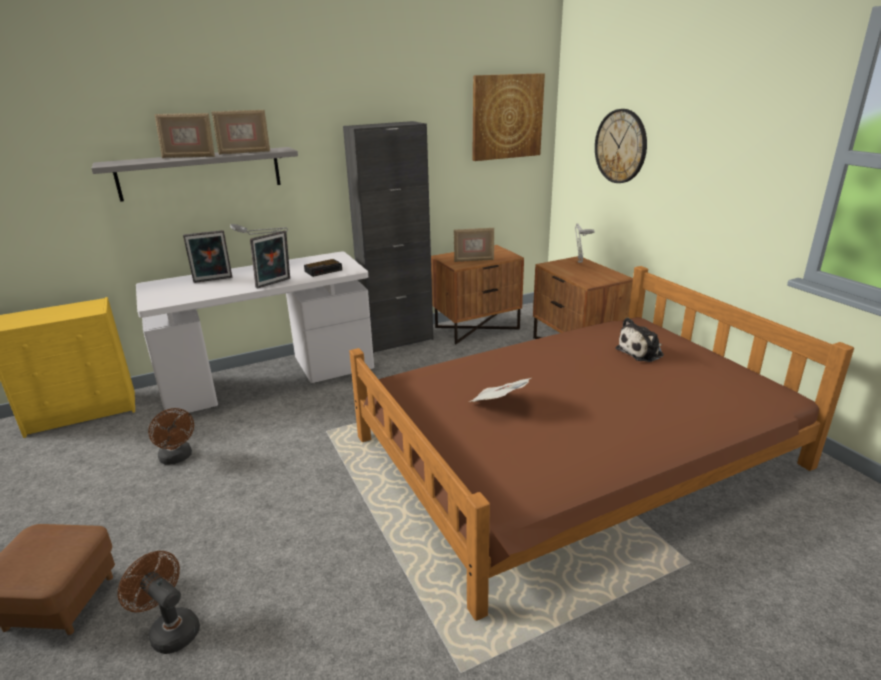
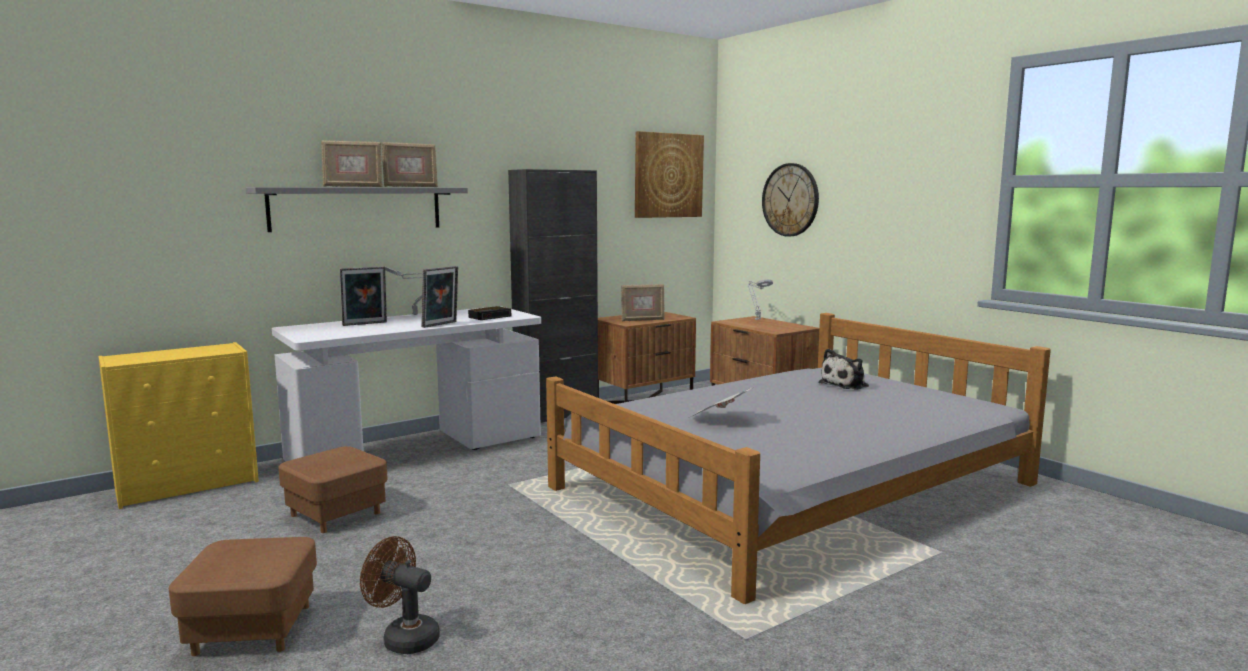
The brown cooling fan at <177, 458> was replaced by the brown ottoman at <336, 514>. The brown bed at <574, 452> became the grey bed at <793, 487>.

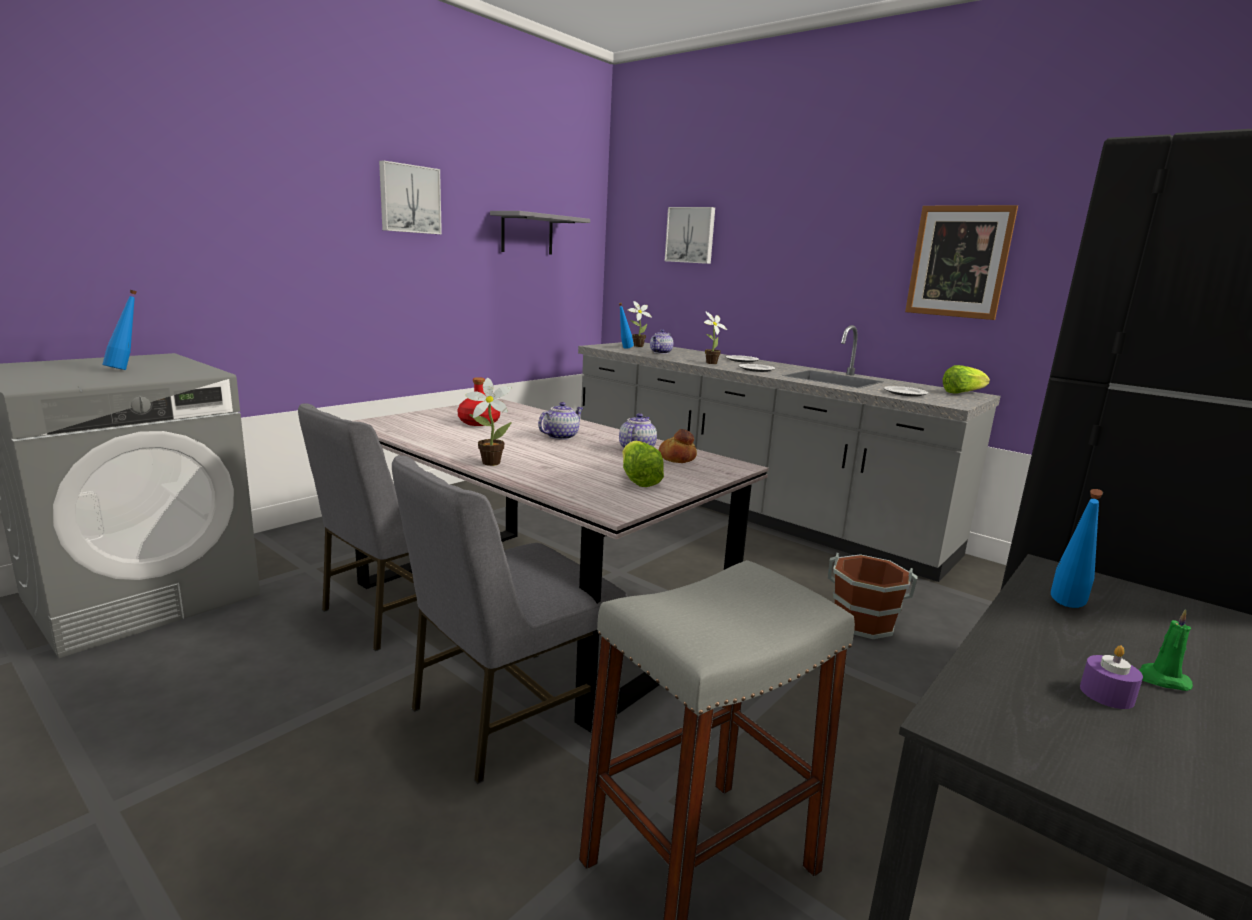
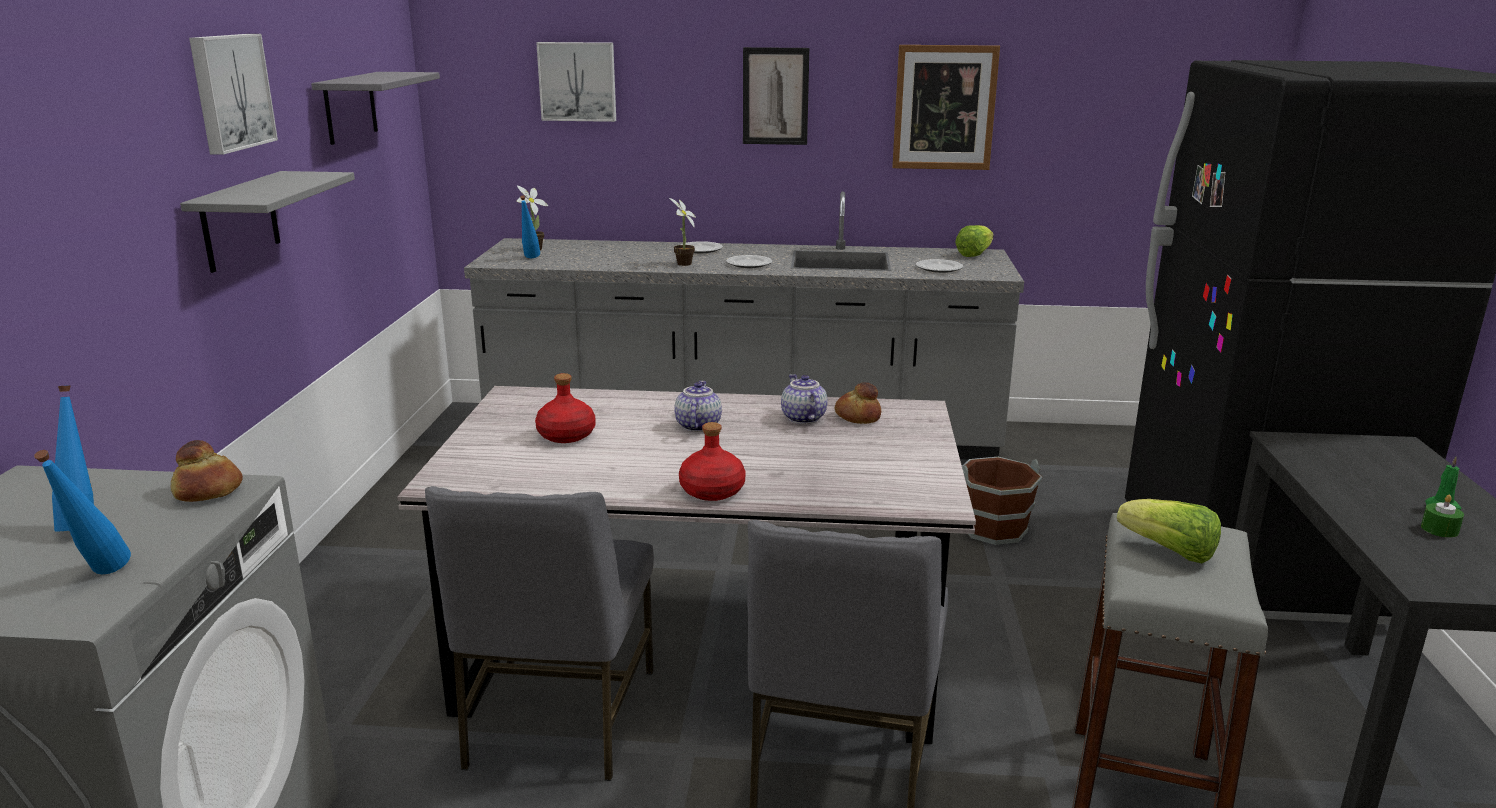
The potted plant at <488, 462> was replaced by the reddish drink bottle at <712, 490>. The head of lettuce moved from <638, 480> to <1169, 552>. The tea pot at <661, 352> disappeared. The blue drink bottle moved from <1066, 608> to <99, 577>. The purple candle at <1106, 694> became the greenish candle at <1439, 529>. The bread at <208, 491> appeared. The grey bracket shelf at <240, 221> appeared. The wall picture at <775, 96> appeared.

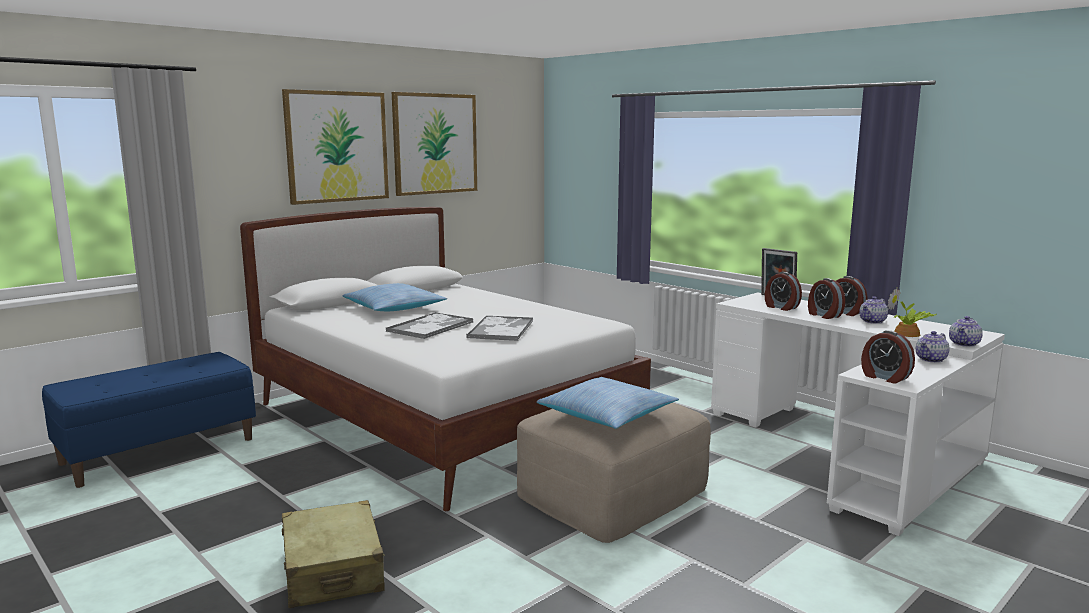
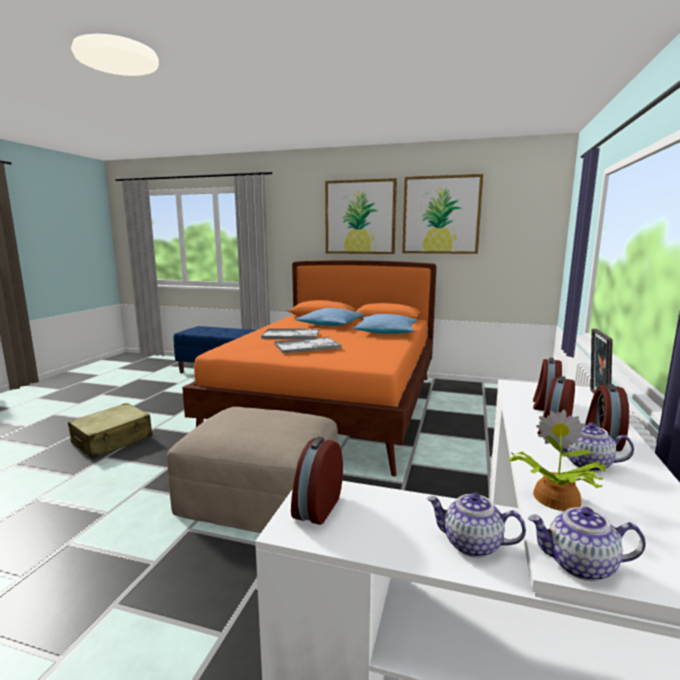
The whitish bed at <443, 417> became the orange bed at <334, 406>. The cushion moved from <607, 415> to <386, 332>.

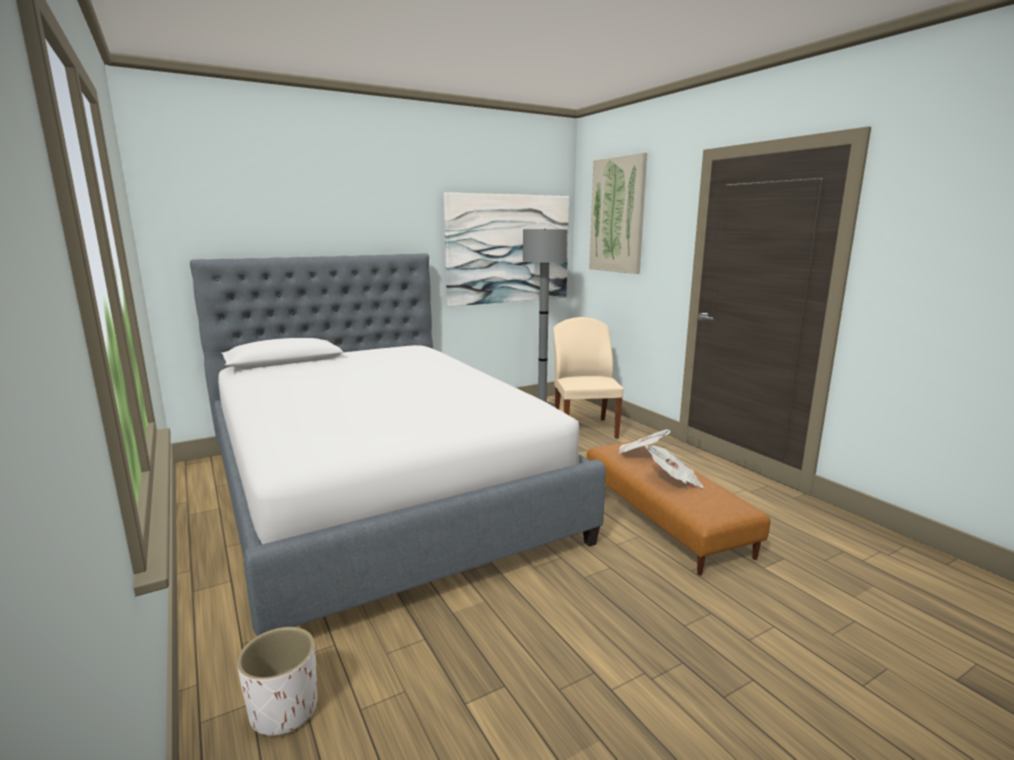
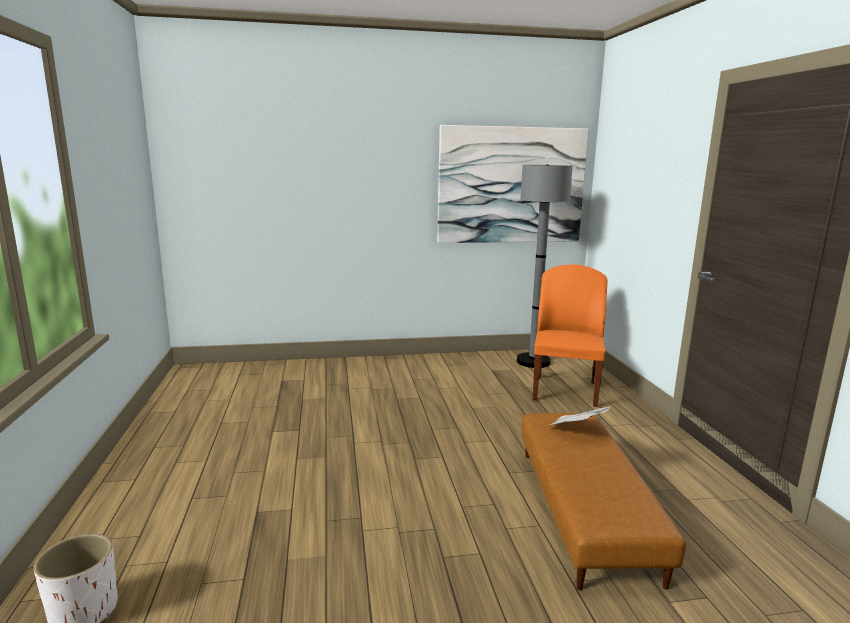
The bed at <379, 493> disappeared. The sand-coloured chair at <584, 429> became the orange chair at <565, 390>. The wall picture at <617, 215> disappeared. The printed paper at <673, 480> disappeared.

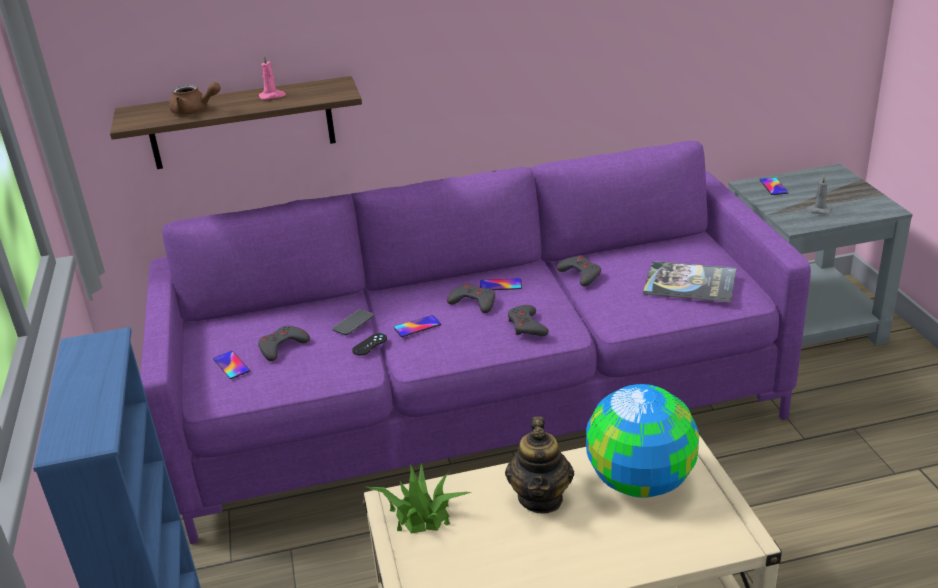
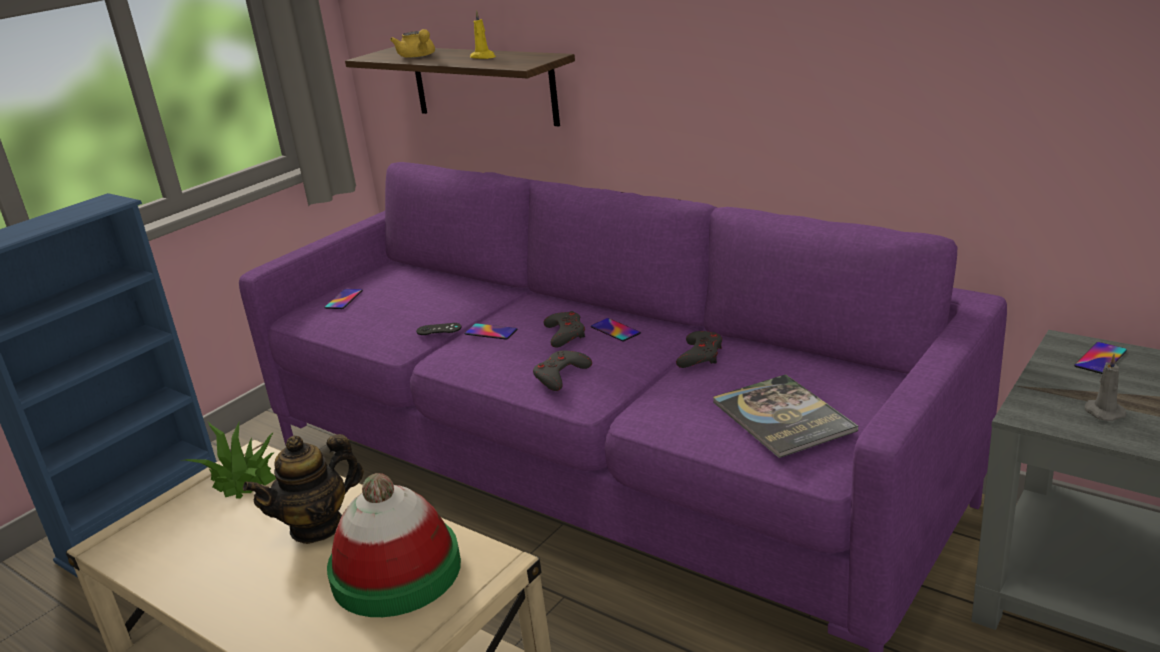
The brown tea pot at <194, 111> became the yellow tea pot at <418, 57>. The grey game controller at <282, 347> disappeared. The pink-coloured candle at <272, 96> became the yellow candle at <483, 57>. The telephone at <353, 323> disappeared. The desk globe at <640, 481> was replaced by the clothing hat at <396, 571>.

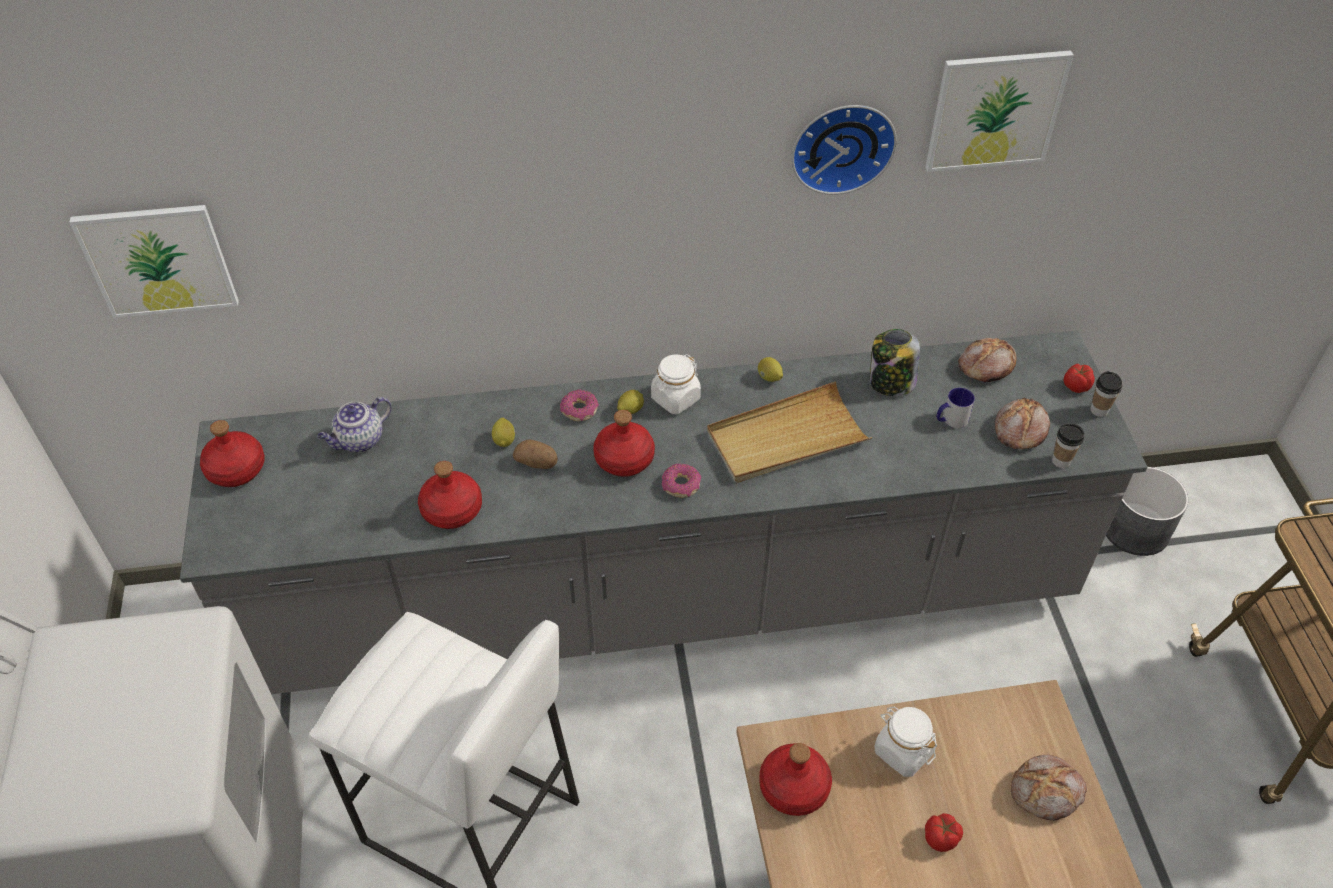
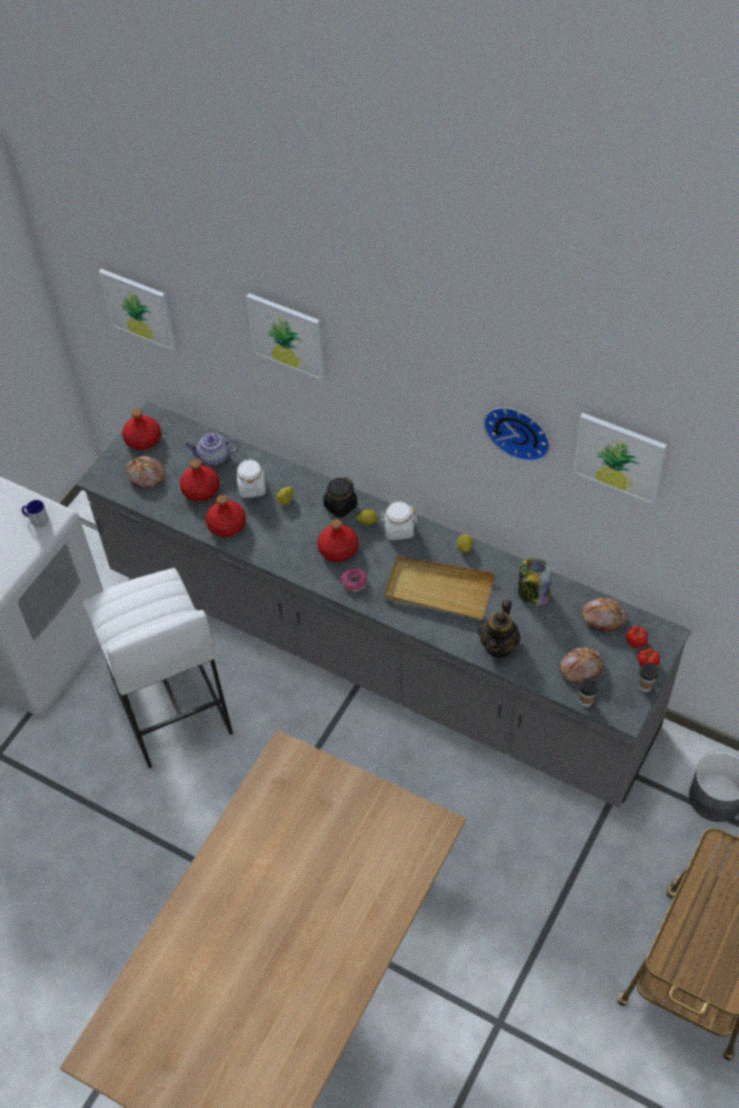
The whole potato at <537, 463> disappeared. The ring doughnut at <579, 410> was replaced by the black storage jar at <340, 506>. The reddish drink bottle moved from <793, 787> to <200, 489>. The whitish storage jar moved from <903, 751> to <251, 487>. The fresh tomato moved from <941, 838> to <636, 641>. The coffee mug moved from <951, 420> to <36, 519>. The bread moved from <1046, 793> to <146, 476>. The wall picture at <287, 335> appeared. The tea pot at <498, 645> appeared.

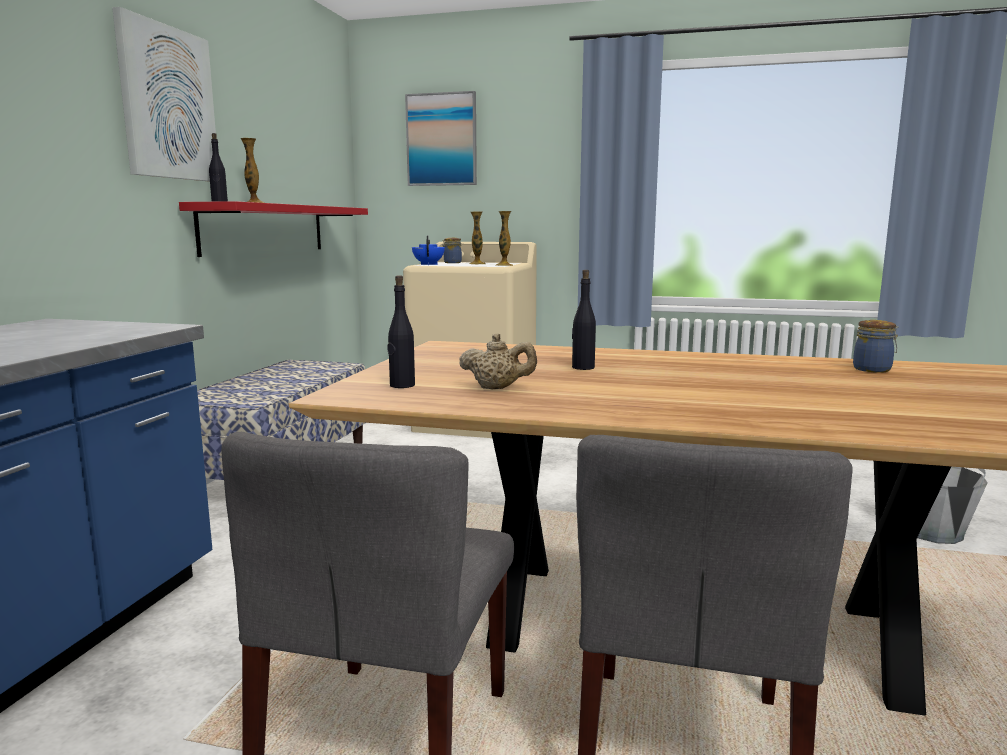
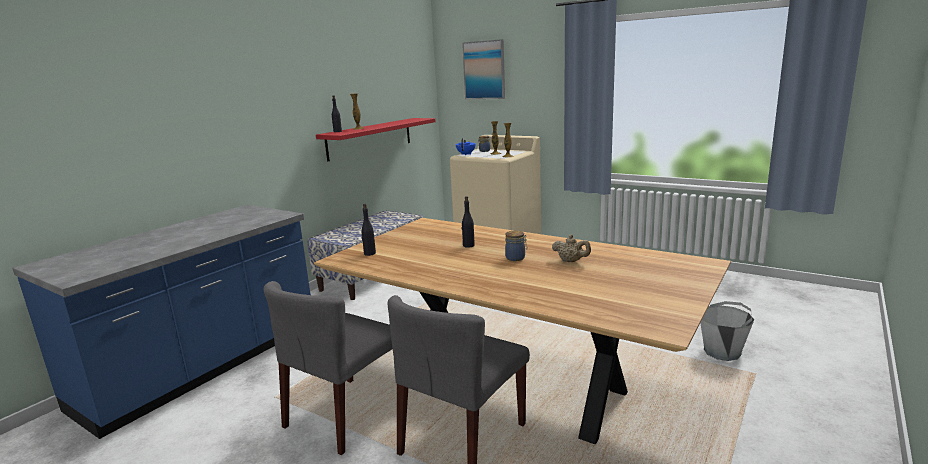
The wall picture at <167, 103> disappeared. The sand-coloured tea pot moved from <497, 388> to <571, 261>. The storage jar moved from <873, 369> to <516, 258>.

